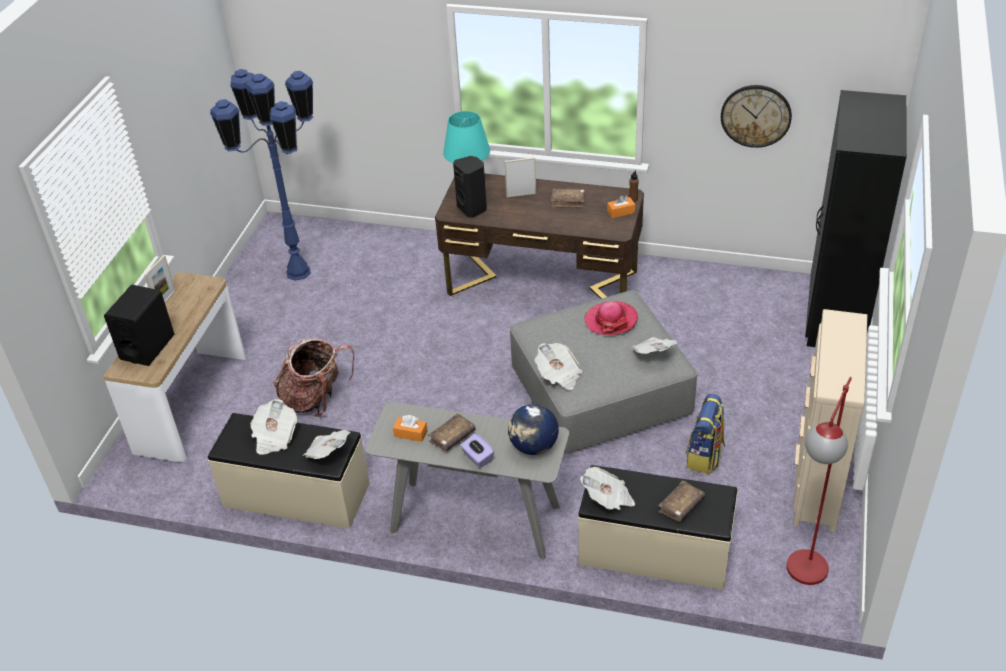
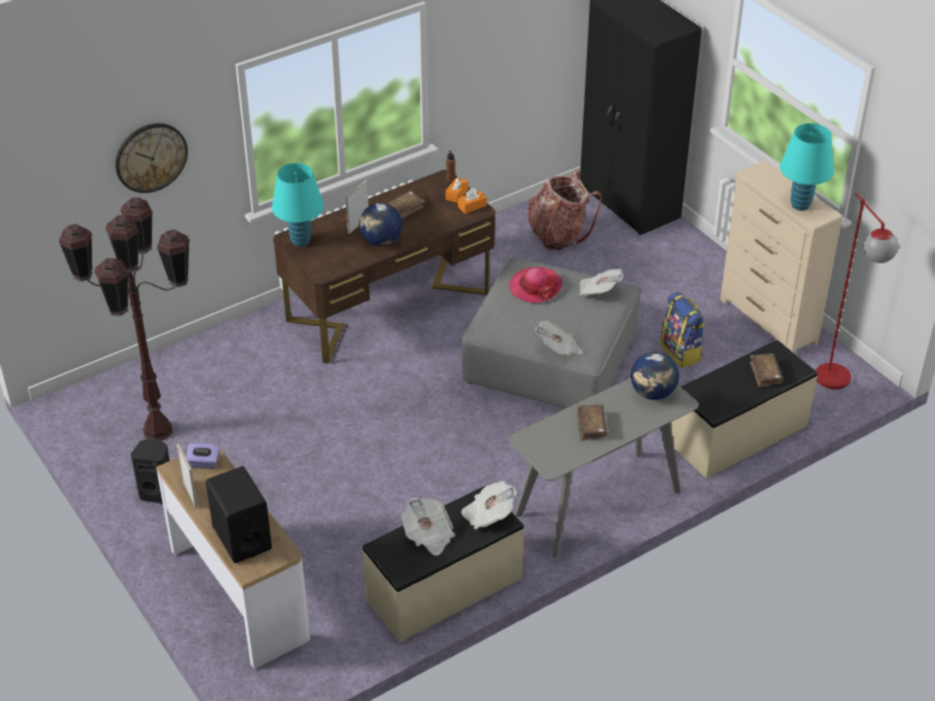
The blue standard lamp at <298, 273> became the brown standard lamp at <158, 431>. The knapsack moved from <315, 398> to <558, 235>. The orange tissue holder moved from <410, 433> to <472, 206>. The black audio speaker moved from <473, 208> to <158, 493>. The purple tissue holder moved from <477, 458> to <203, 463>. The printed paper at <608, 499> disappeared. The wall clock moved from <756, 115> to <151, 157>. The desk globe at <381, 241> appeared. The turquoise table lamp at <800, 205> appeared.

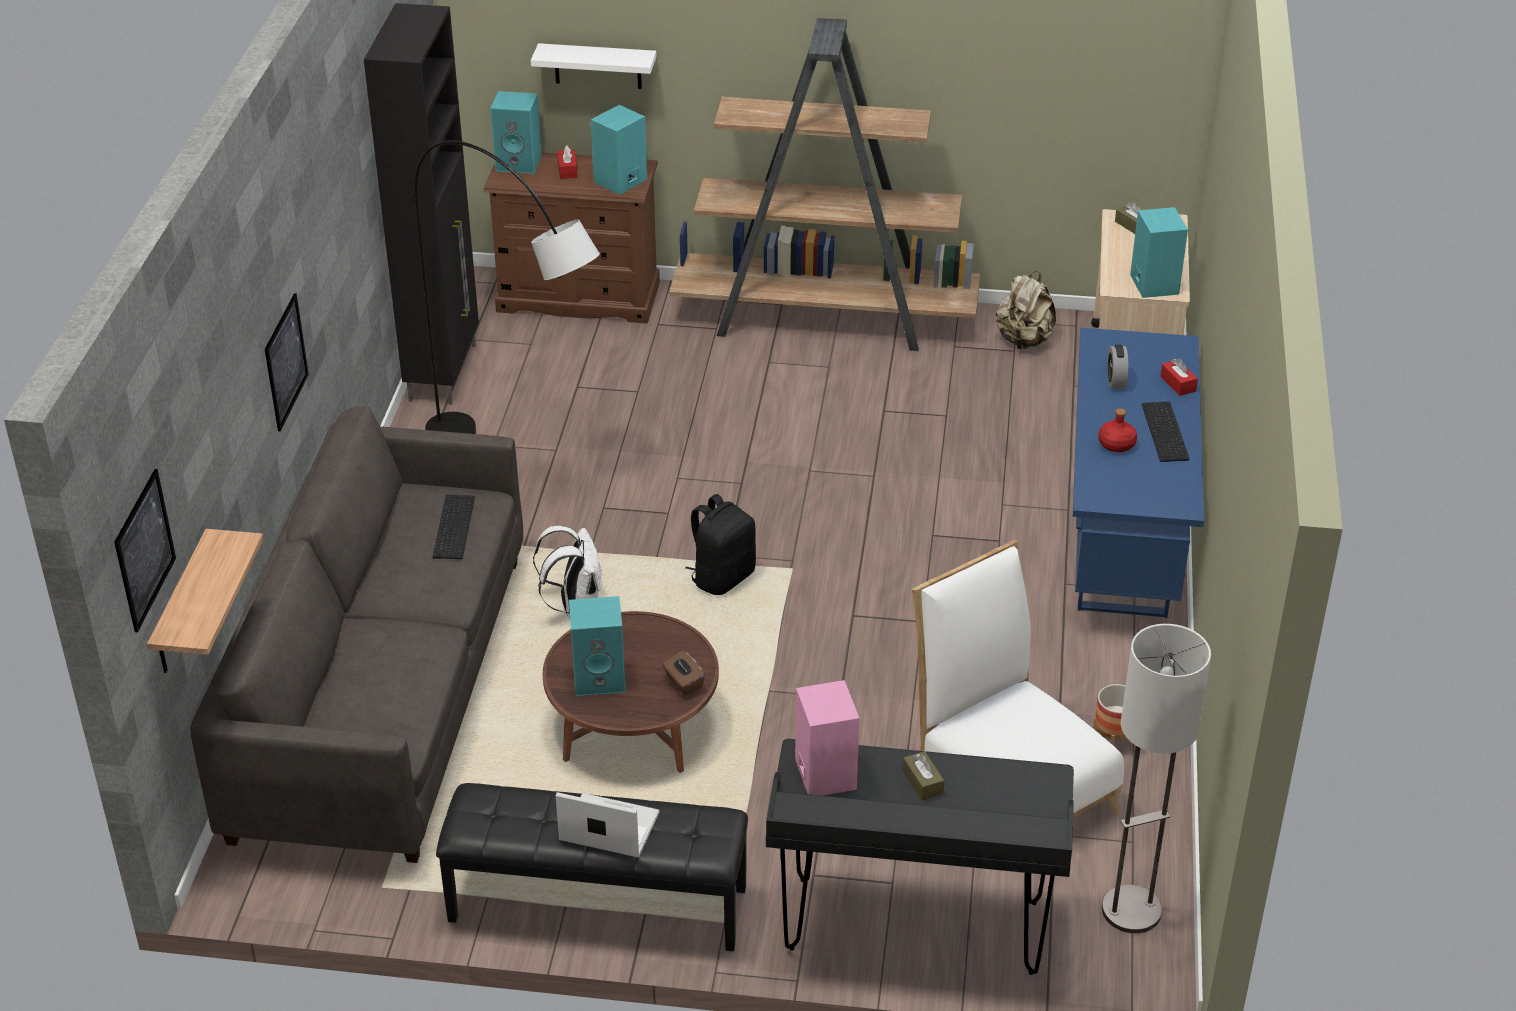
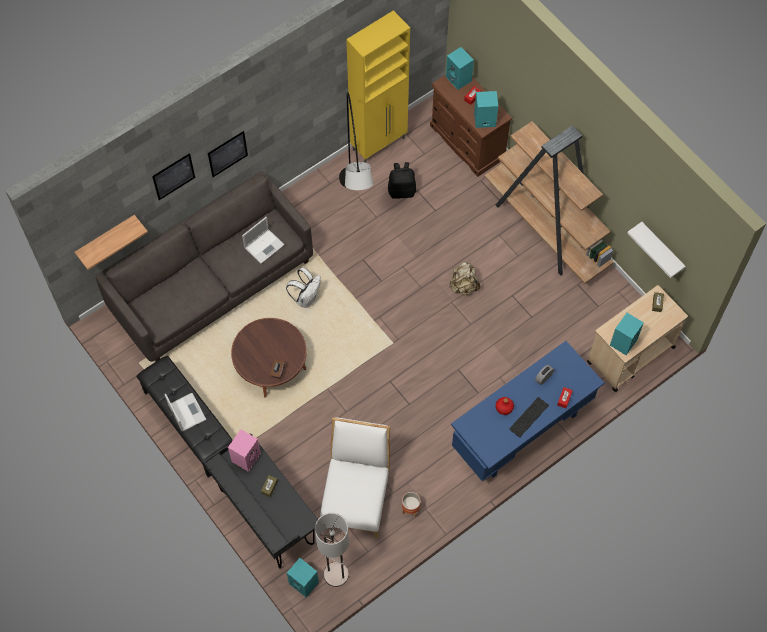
The wall picture moved from <144, 550> to <173, 176>. The black cupboard at <444, 371> became the yellow cupboard at <379, 144>. The PC keyboard at <452, 526> was replaced by the laptop at <264, 245>. The whitish bracket shelf moved from <598, 66> to <661, 249>. The turquoise audio speaker moved from <600, 678> to <304, 583>. The black knapsack moved from <722, 577> to <402, 190>. The sand-coloured knapsack moved from <1024, 340> to <463, 286>.

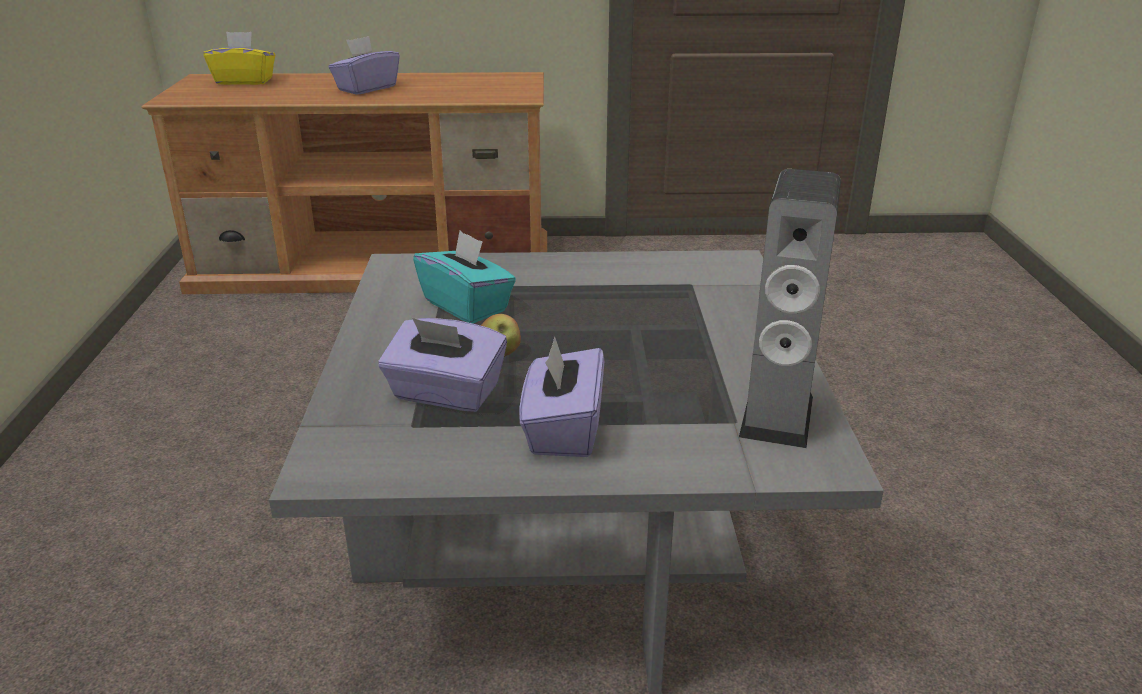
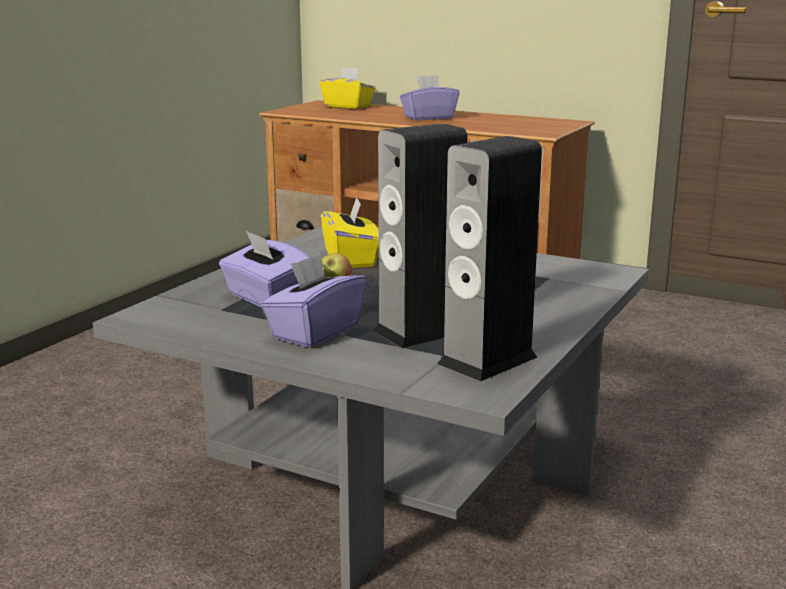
The turquoise tissue holder at <467, 305> became the yellow tissue holder at <351, 259>. The audio speaker at <420, 331> appeared.

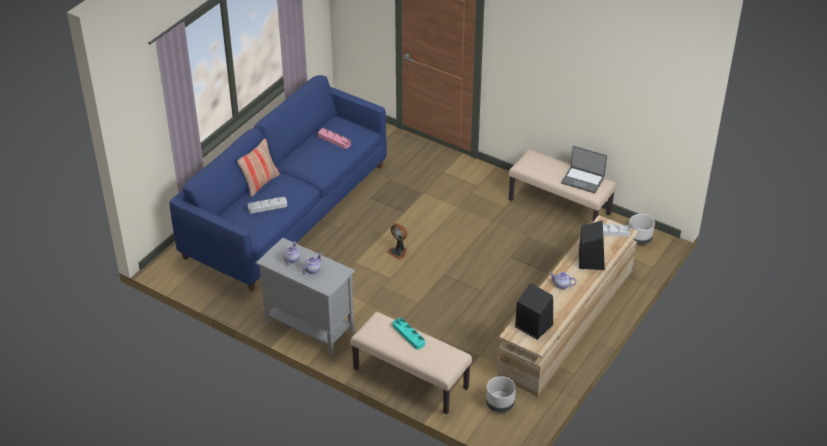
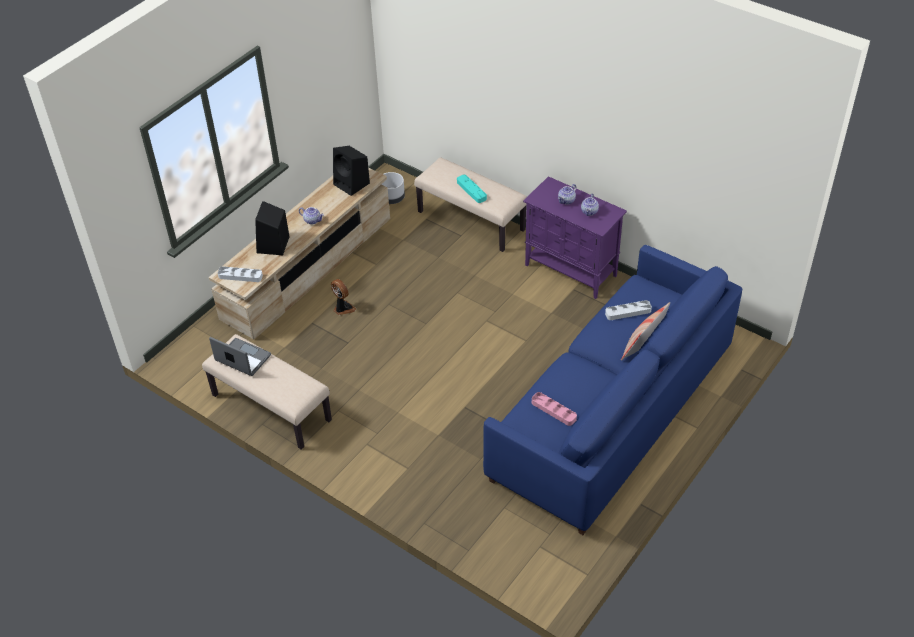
The grey cupboard at <308, 327> became the purple cupboard at <571, 270>. The cooling fan moved from <398, 251> to <343, 308>. The grey flower pot at <639, 239> disappeared.

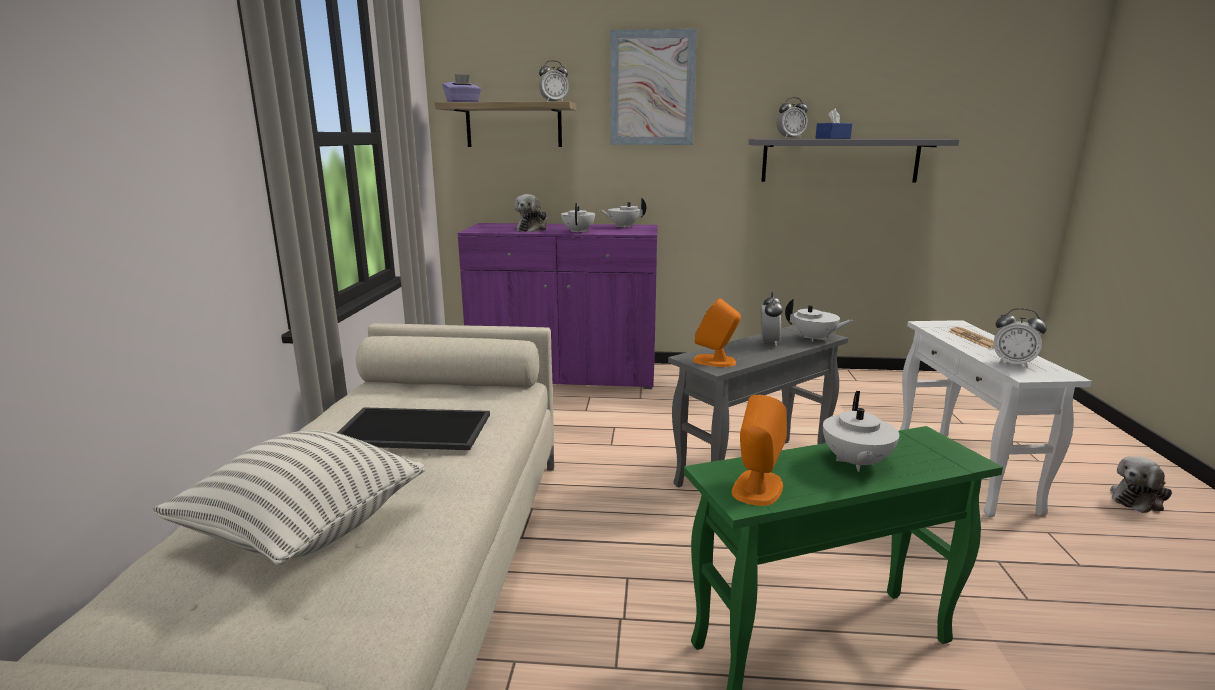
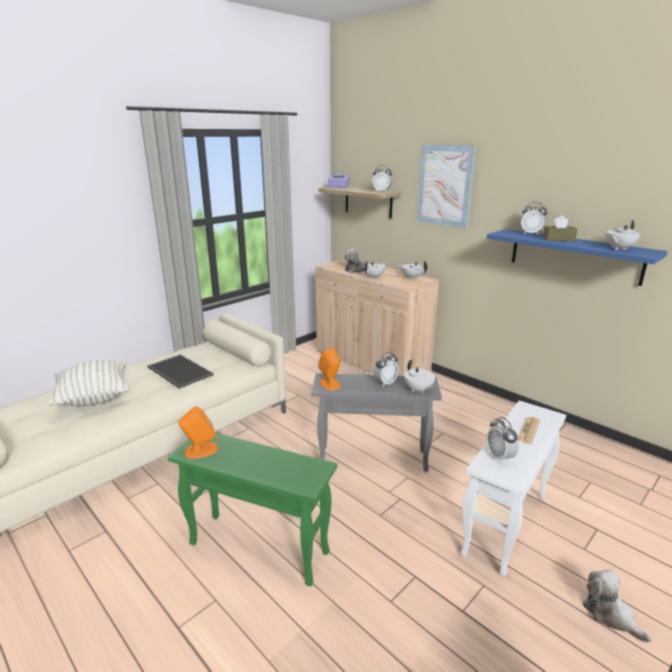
The purple cupboard at <565, 375> became the sand-coloured cupboard at <371, 362>. The grey bracket shelf at <840, 160> became the blue bracket shelf at <574, 256>. The blue tissue holder at <833, 138> became the brown tissue holder at <558, 239>. The whitish tea pot moved from <855, 463> to <618, 248>. The plush toy at <1138, 499> turned 45 degrees clockwise.

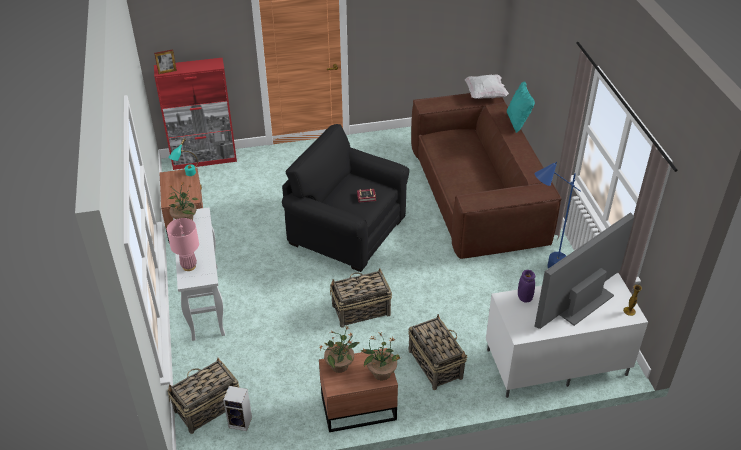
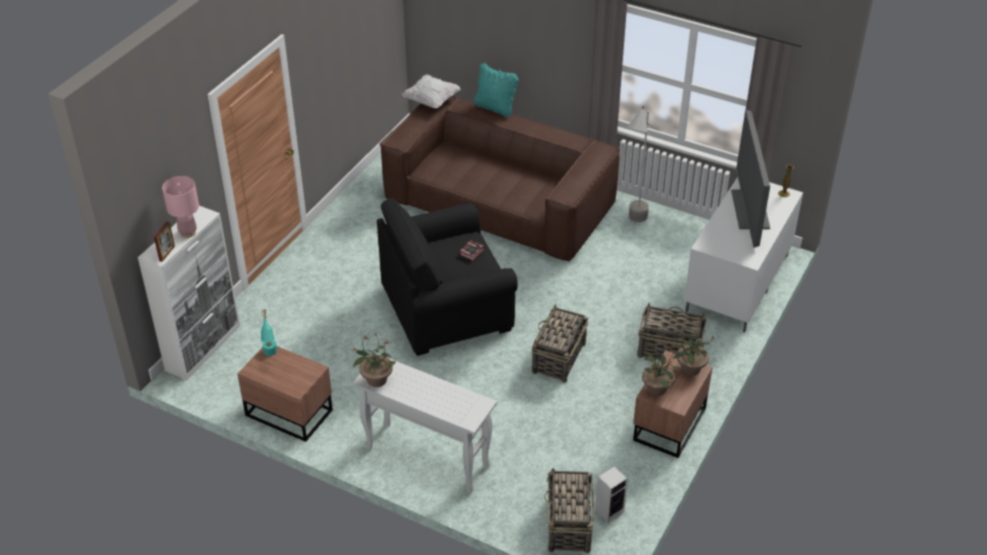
The reddish cupboard at <204, 159> became the whitish cupboard at <203, 347>. The pink-coloured table lamp moved from <189, 266> to <188, 233>. The purple vase at <524, 298> disappeared. The blue standard lamp at <542, 270> became the grey standard lamp at <633, 225>.

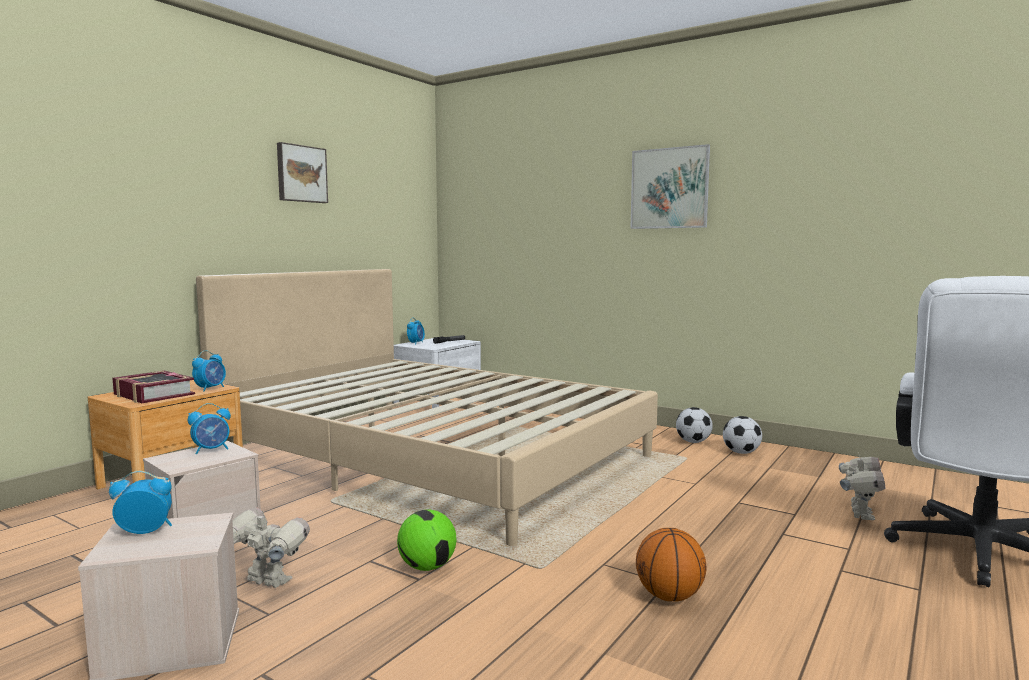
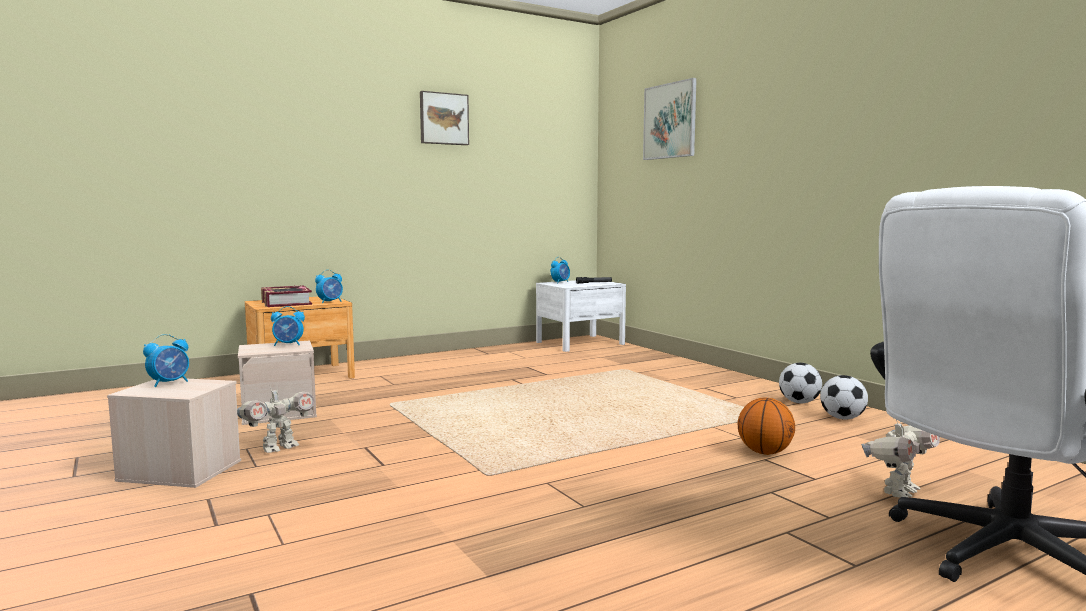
The table clock at <145, 531> turned 120 degrees clockwise. The sand-coloured bed at <431, 456> disappeared. The model robot at <267, 583> turned 90 degrees clockwise. The football ball at <427, 567> disappeared. The wall picture moved from <669, 188> to <670, 121>. The ball for basketball moved from <669, 596> to <765, 452>.

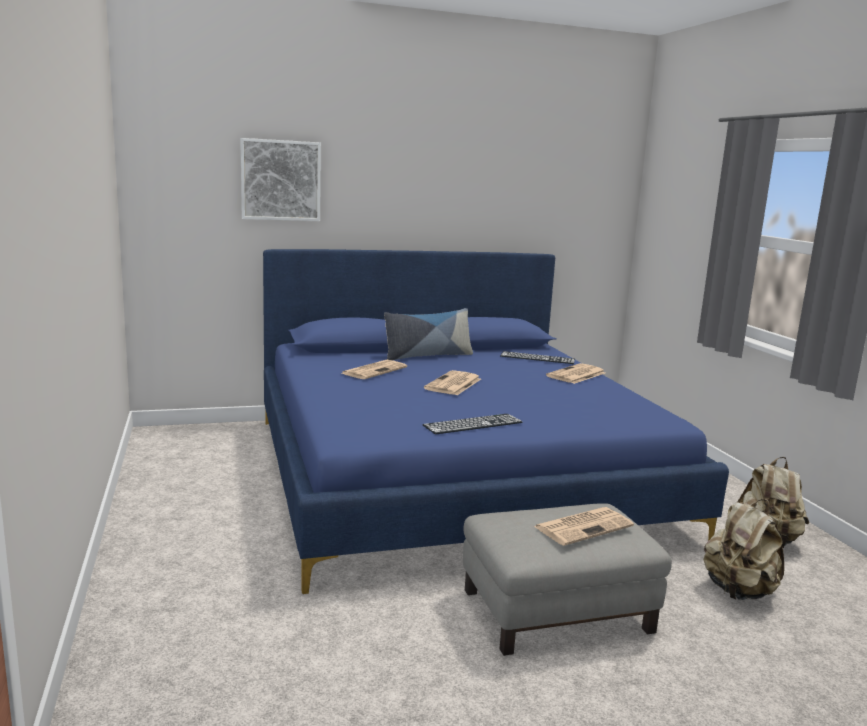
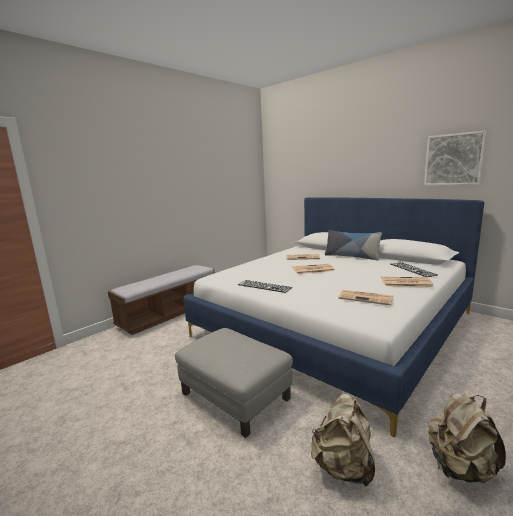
The wall picture moved from <280, 180> to <453, 159>. The blue bed at <453, 475> became the whitish bed at <333, 324>. The printed paper moved from <584, 526> to <366, 298>. The long seat at <169, 313> appeared.

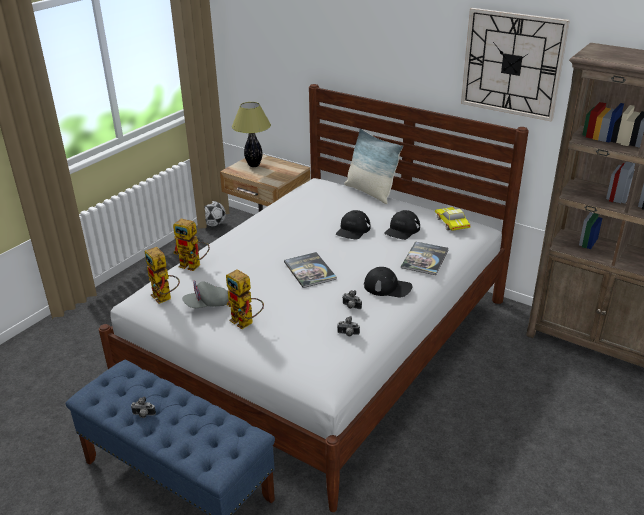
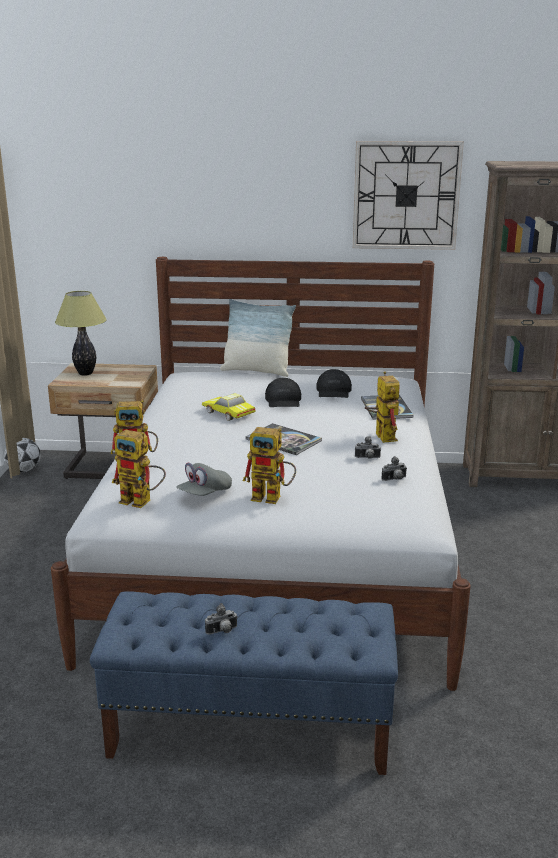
The black peaked cap at <387, 287> was replaced by the model robot at <382, 435>. The model car moved from <451, 223> to <228, 413>.

